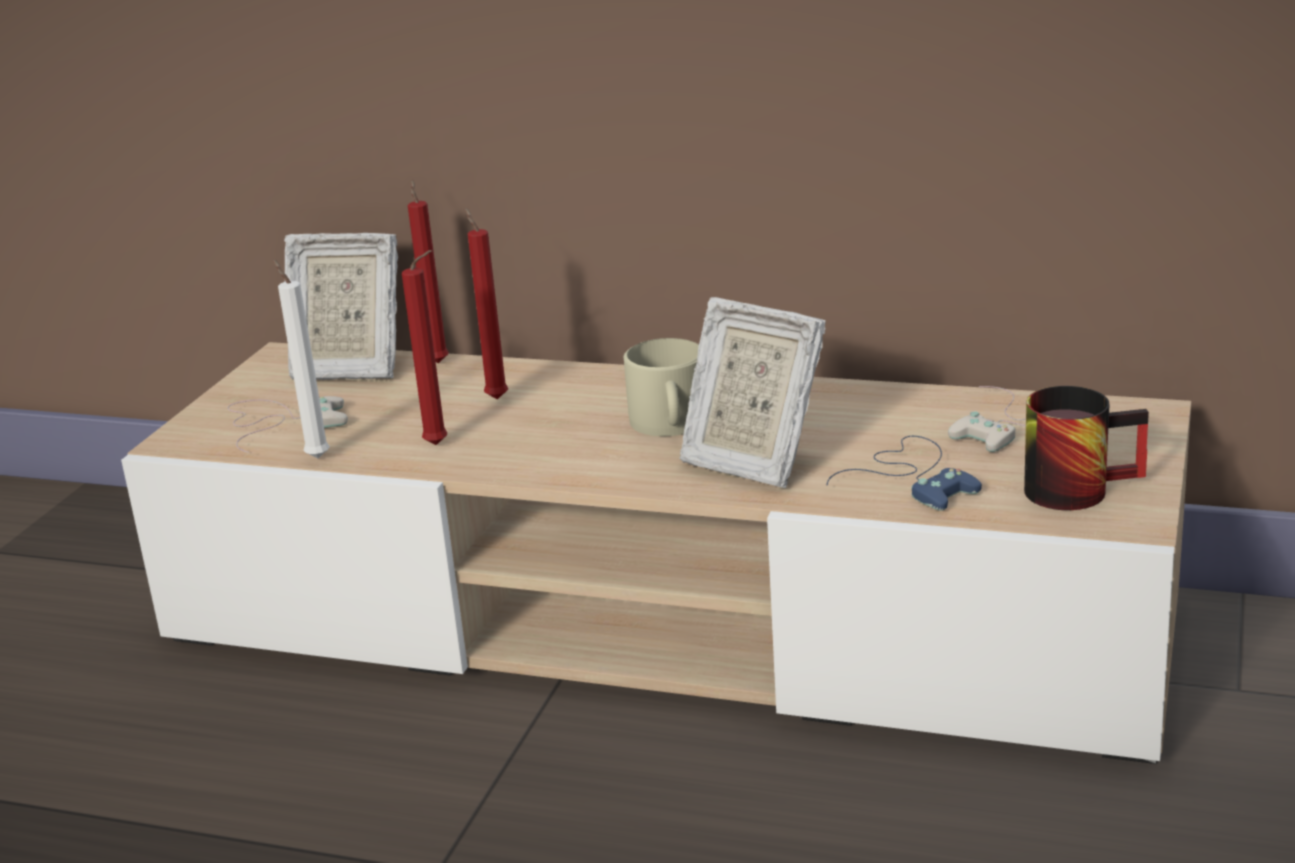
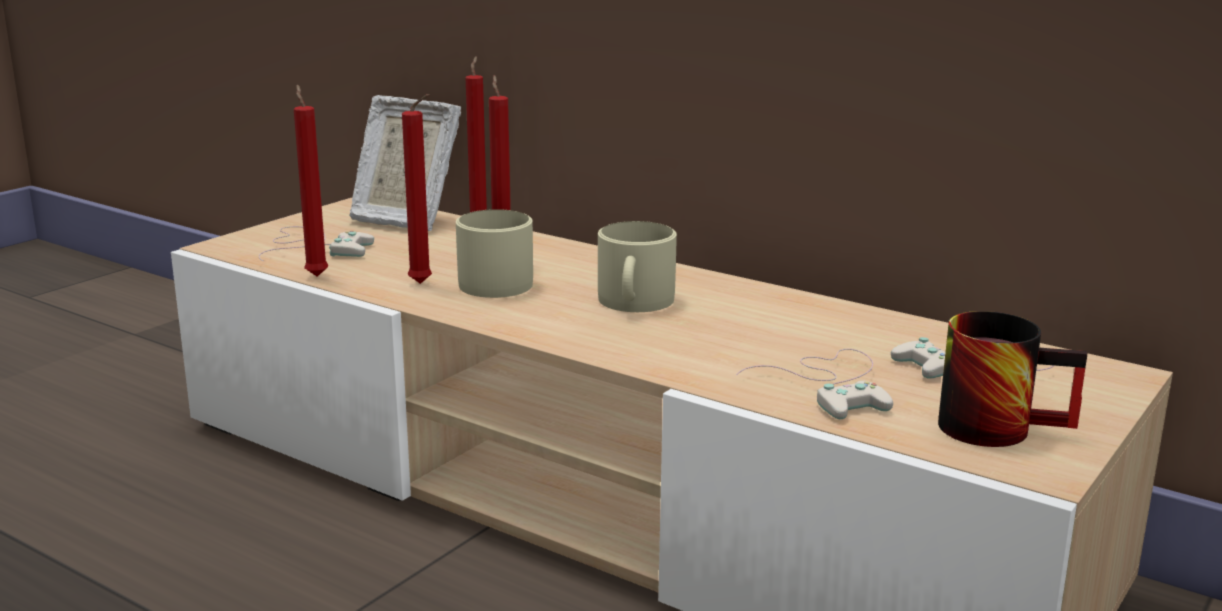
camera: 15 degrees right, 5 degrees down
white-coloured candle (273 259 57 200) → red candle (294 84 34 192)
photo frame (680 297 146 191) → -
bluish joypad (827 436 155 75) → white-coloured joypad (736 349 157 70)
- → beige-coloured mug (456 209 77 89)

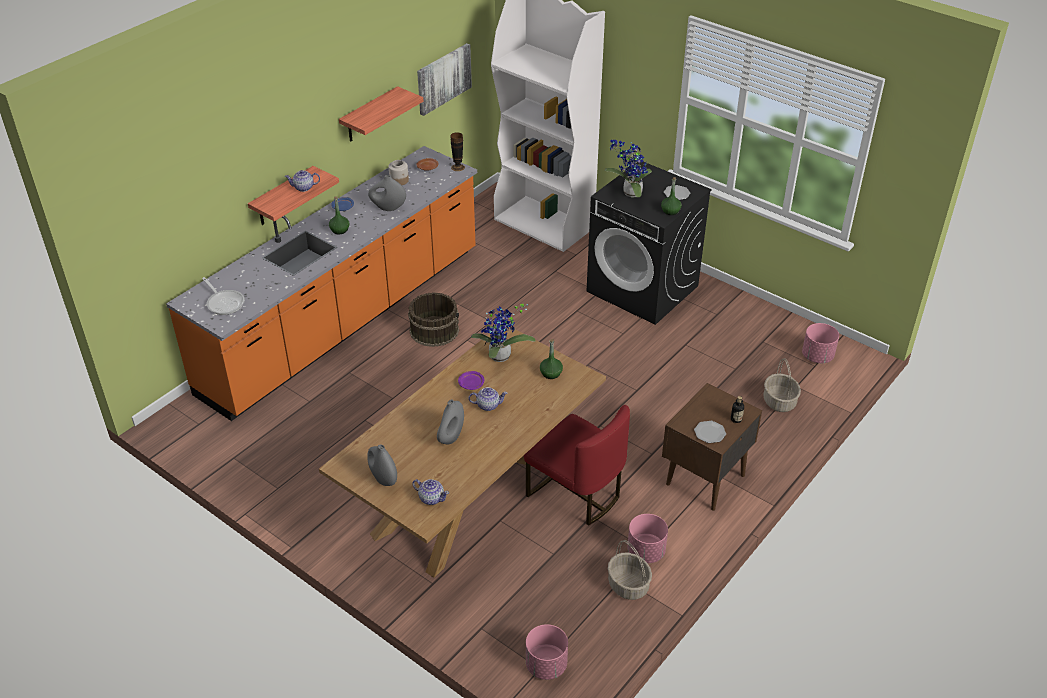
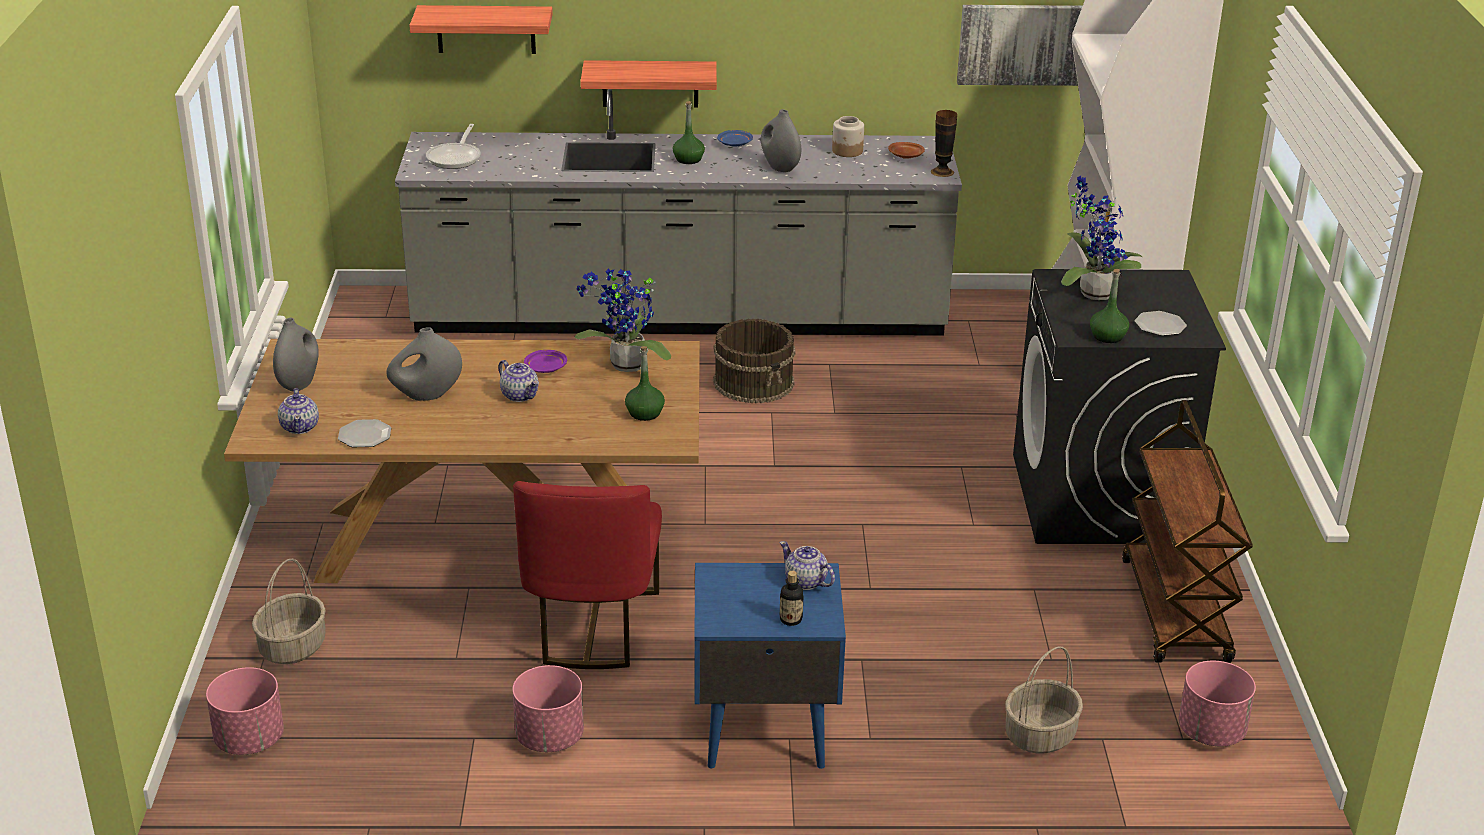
camera: 50 degrees right, 10 degrees down
orange-coloured kitchen base unit (166 146 311 275) → grey kitchen base unit (395 89 567 247)
teapot (285 170 35 22) → teapot (780 541 55 49), moved
wall shelf (339 86 84 56) → wall shelf (409 5 144 49), moved
storage basket (608 540 44 60) → storage basket (252 558 74 106), moved
brownish bedside table (662 383 100 128) → bluish bedside table (694 563 152 206)
plate (694 421 32 22) → plate (338 419 53 28), moved
- → brownish wheeled cart (1122 400 131 263)

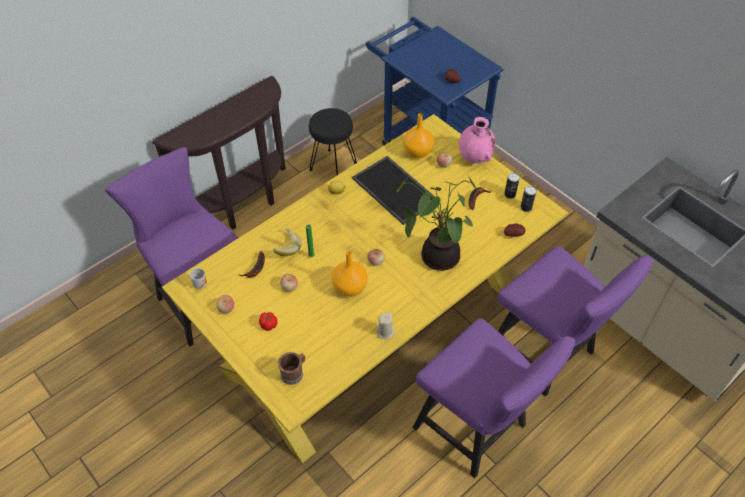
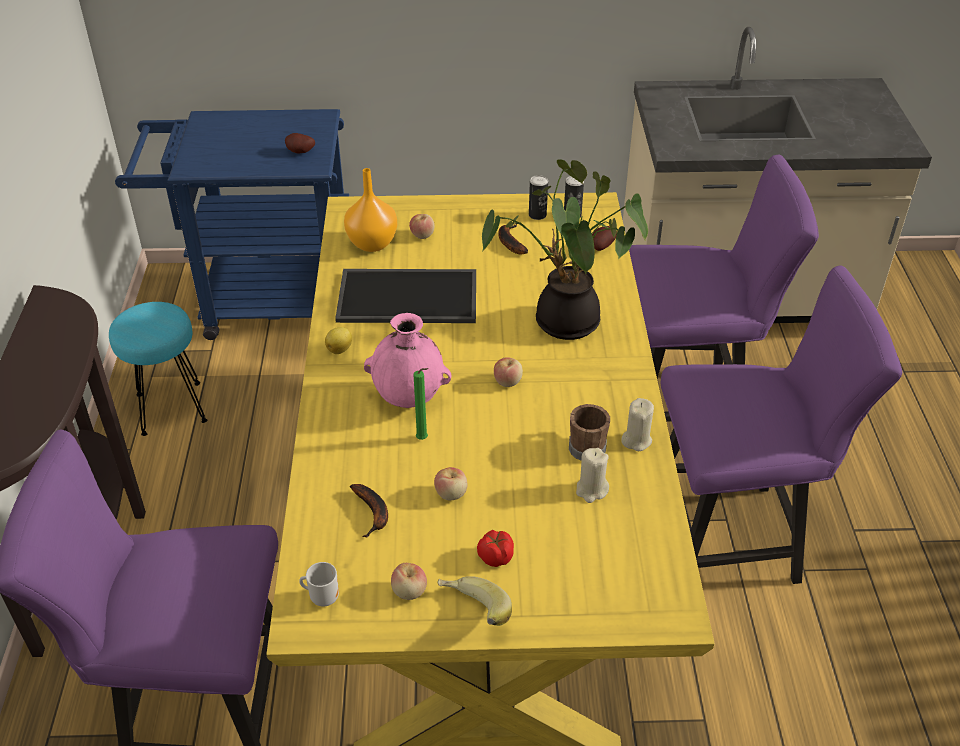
camera: 50 degrees left, 10 degrees down
banana (273 228 28 28) → banana (437 576 75 50), moved
brownish mug (278 352 27 33) → brownish mug (569 404 41 56), moved
black sitting stool (309 108 48 67) → blue-green sitting stool (109 302 98 134)
orange-coloured flower vase (332 251 36 46) → -
pinkish flower vase (459 117 37 47) → pinkish flower vase (364 313 88 95), moved
- → beige-coloured candle (576 448 33 55)

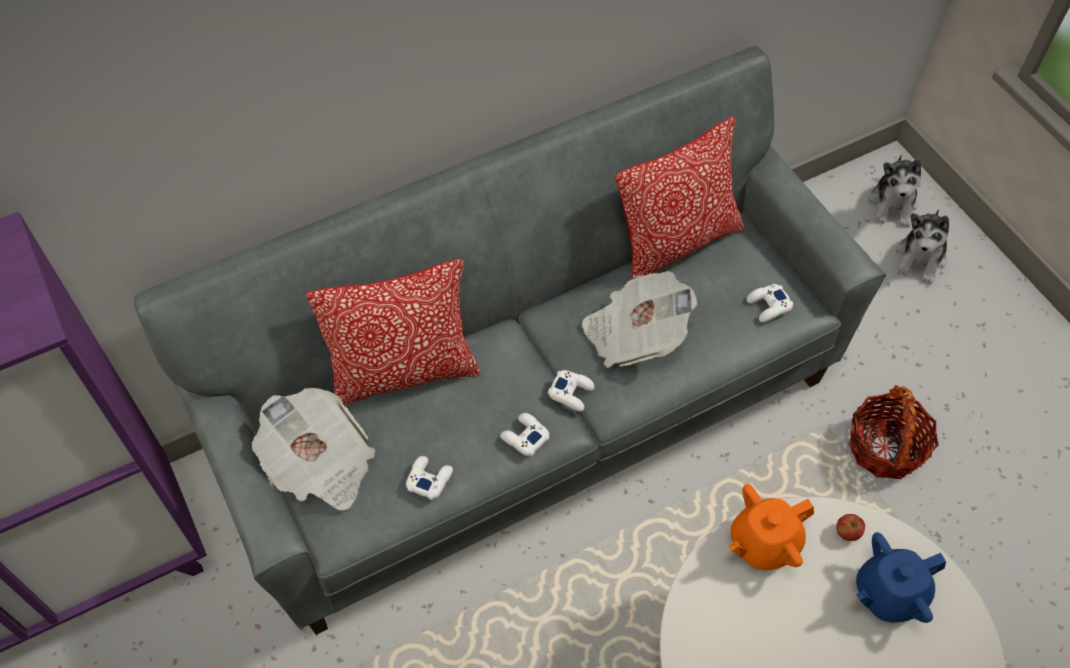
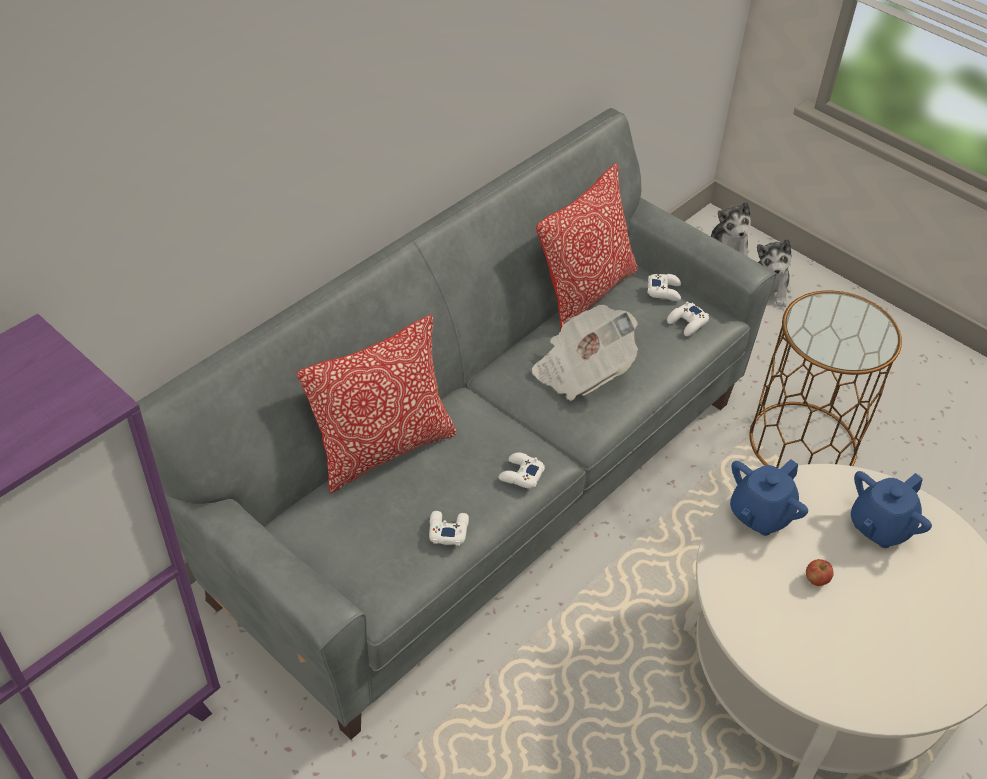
camera: 20 degrees left, 10 degrees down
daily paper (252 388 124 123) → -
white-coloured joypad (548 370 47 41) → white-coloured joypad (648 274 33 27), moved
orange-coloured teapot (728 484 86 86) → bluish teapot (730 459 78 77)
apple (836 514 29 27) → apple (806 559 28 27), moved
storage basket (849 385 90 94) → brownish side table (750 291 152 177)

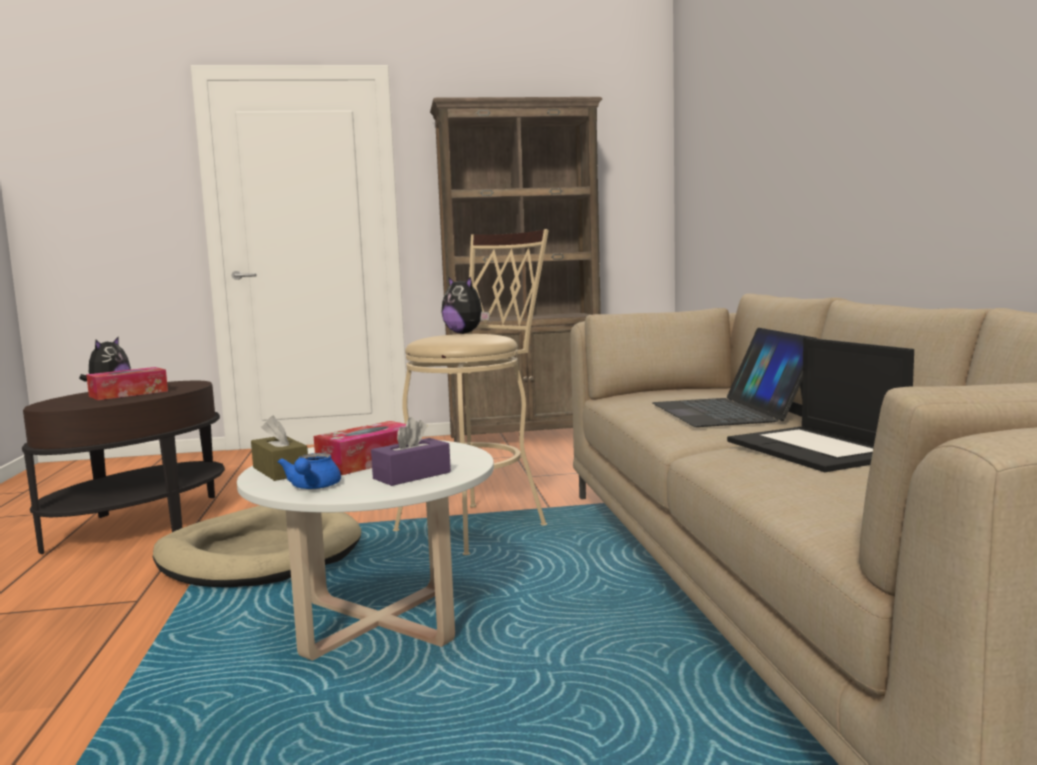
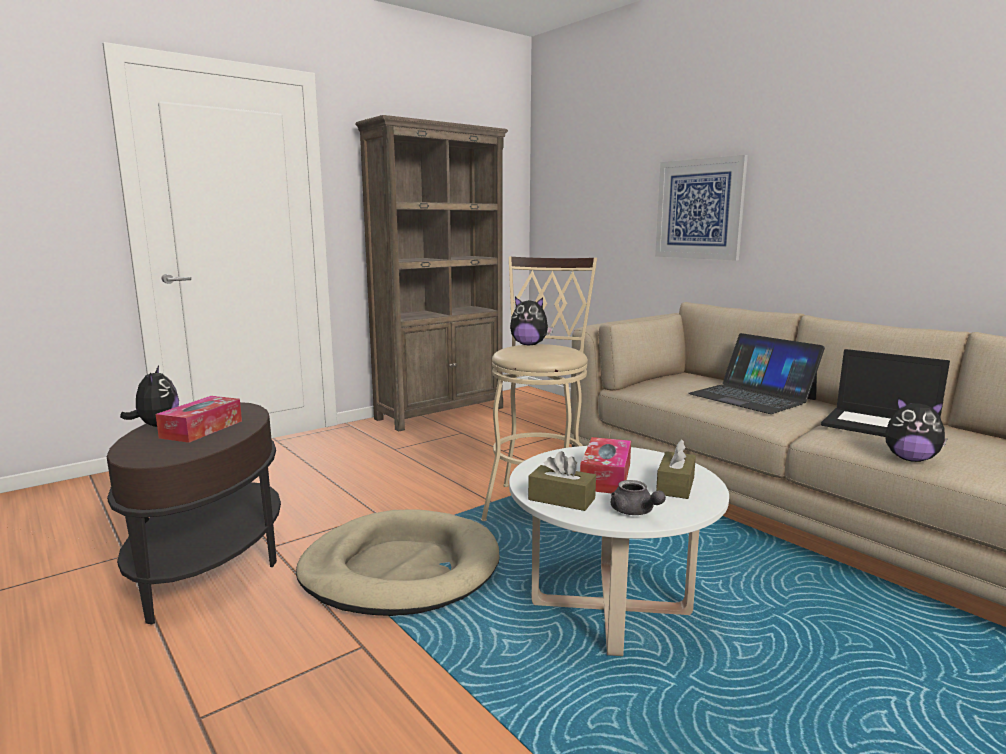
camera: 30 degrees left, 5 degrees up
bluish teapot (278 453 63 36) → grey teapot (611 480 55 35)
purple-coloured tissue holder (371 417 80 69) → brownish tissue holder (656 439 40 60)
- → wall picture (655 155 93 106)
- → cuddly toy (885 397 63 65)

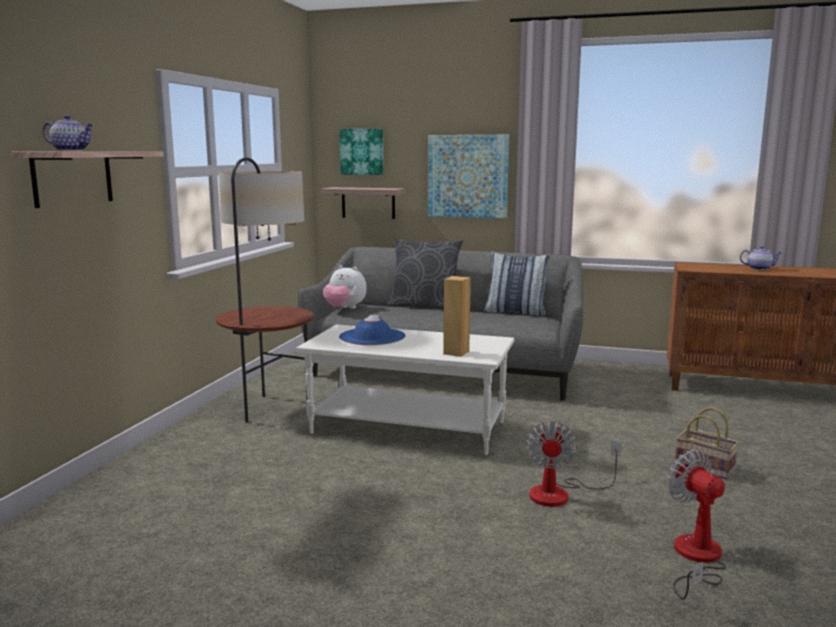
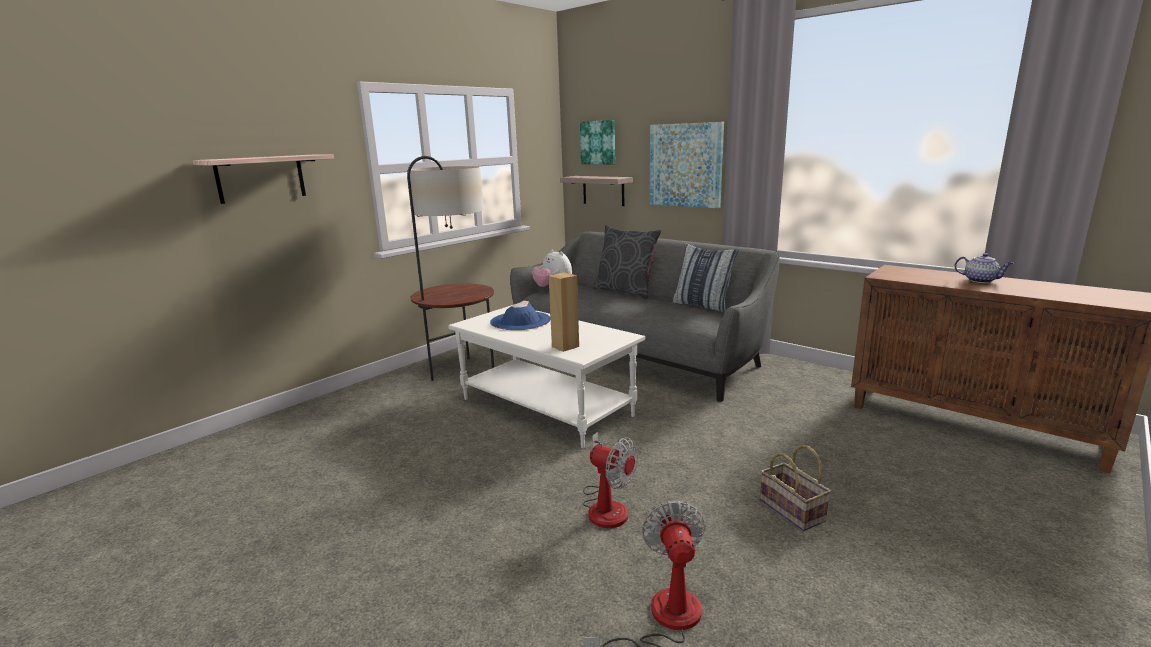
camera: 25 degrees right, 5 degrees up
teapot (43 115 51 36) → -
cooling fan (526 421 96 86) → cooling fan (583 432 55 96), 90 degrees counterclockwise

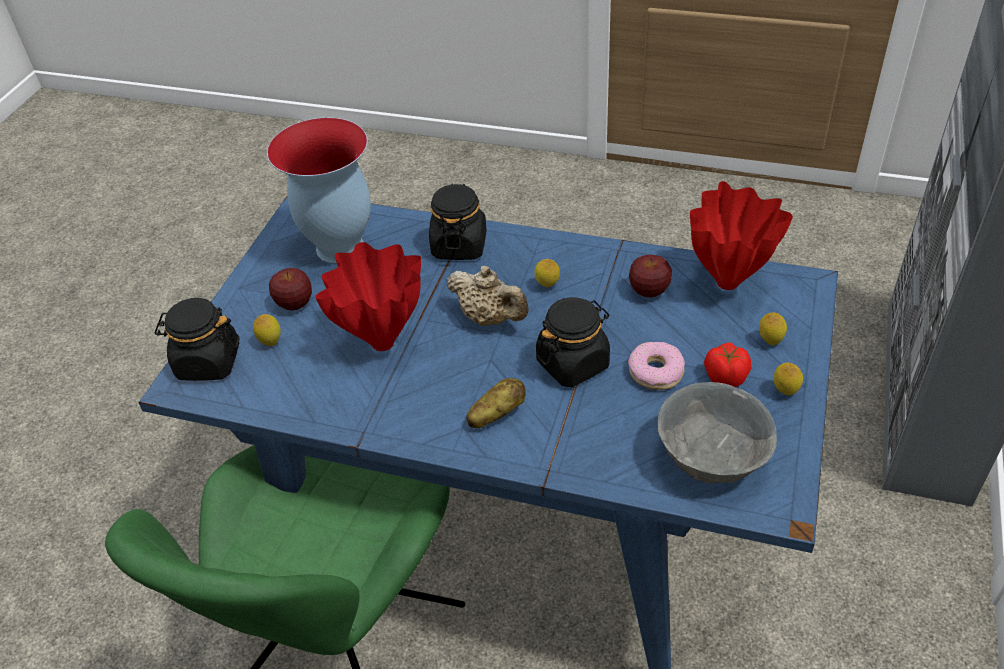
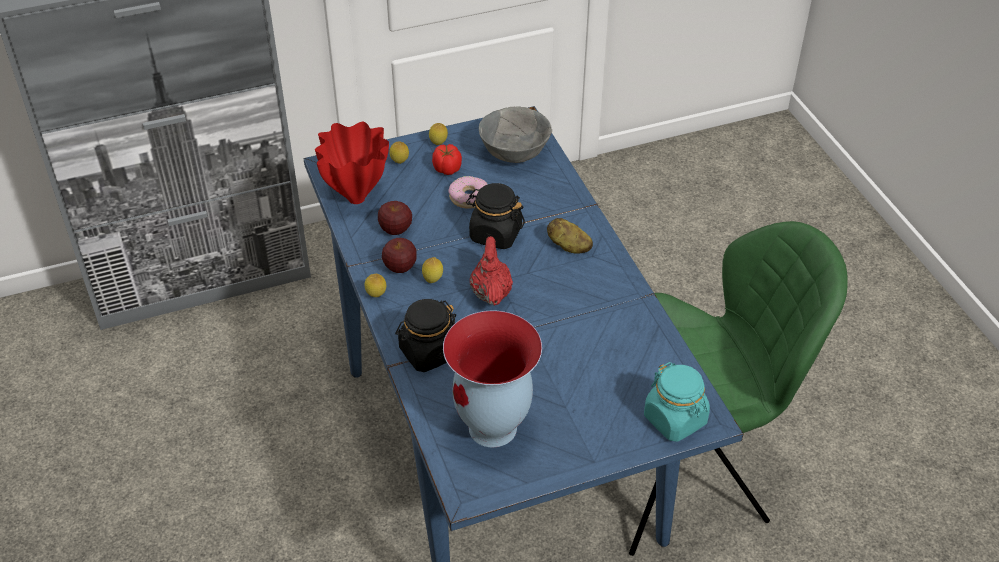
camera: 130 degrees left, 0 degrees up
black storage jar (154 298 86 83) → blue-green storage jar (644 362 66 80)
whole lemon (253 314 28 32) → whole lemon (365 274 21 23), moved
apple (269 268 43 42) → apple (382 238 35 35), moved
red flower vase (315 242 106 109) → -
beige-coloured teapot (447 266 82 60) → red teapot (470 236 43 70)

